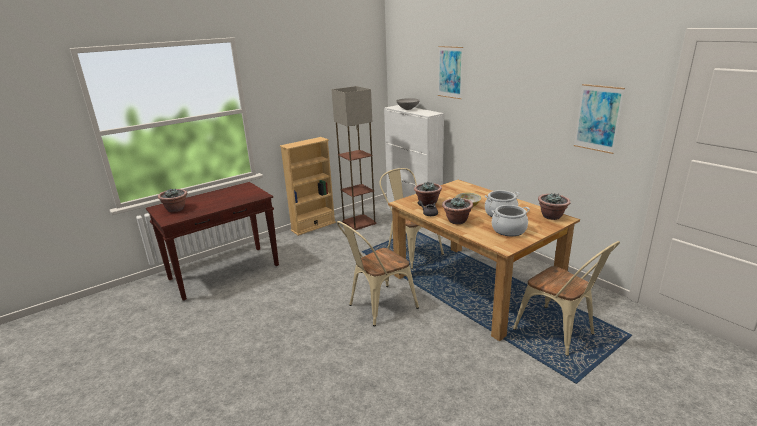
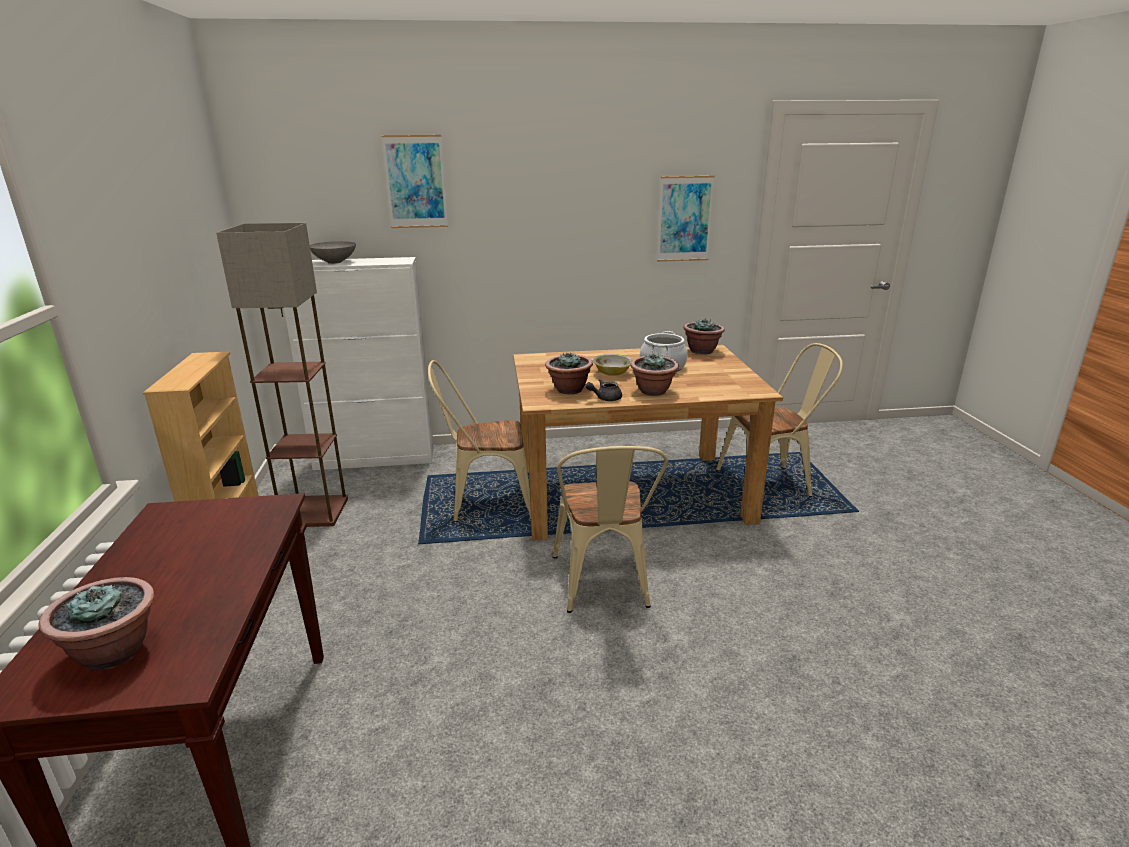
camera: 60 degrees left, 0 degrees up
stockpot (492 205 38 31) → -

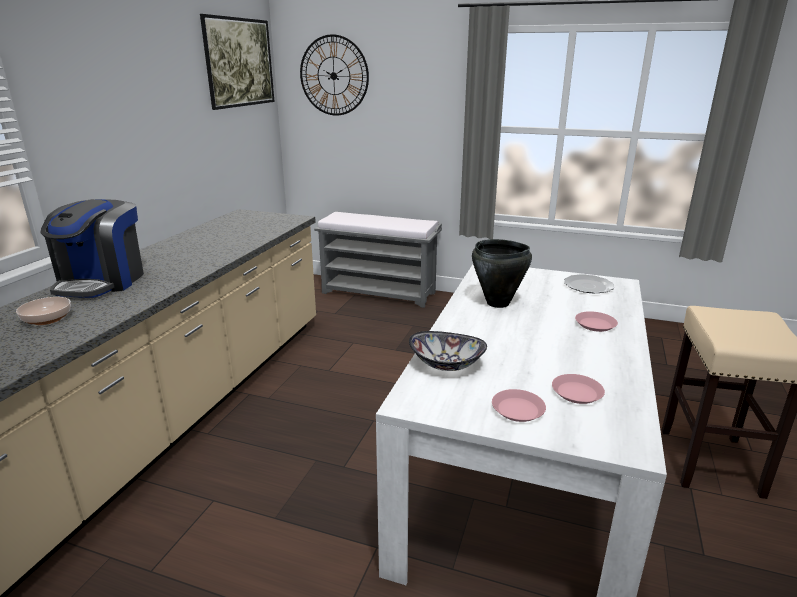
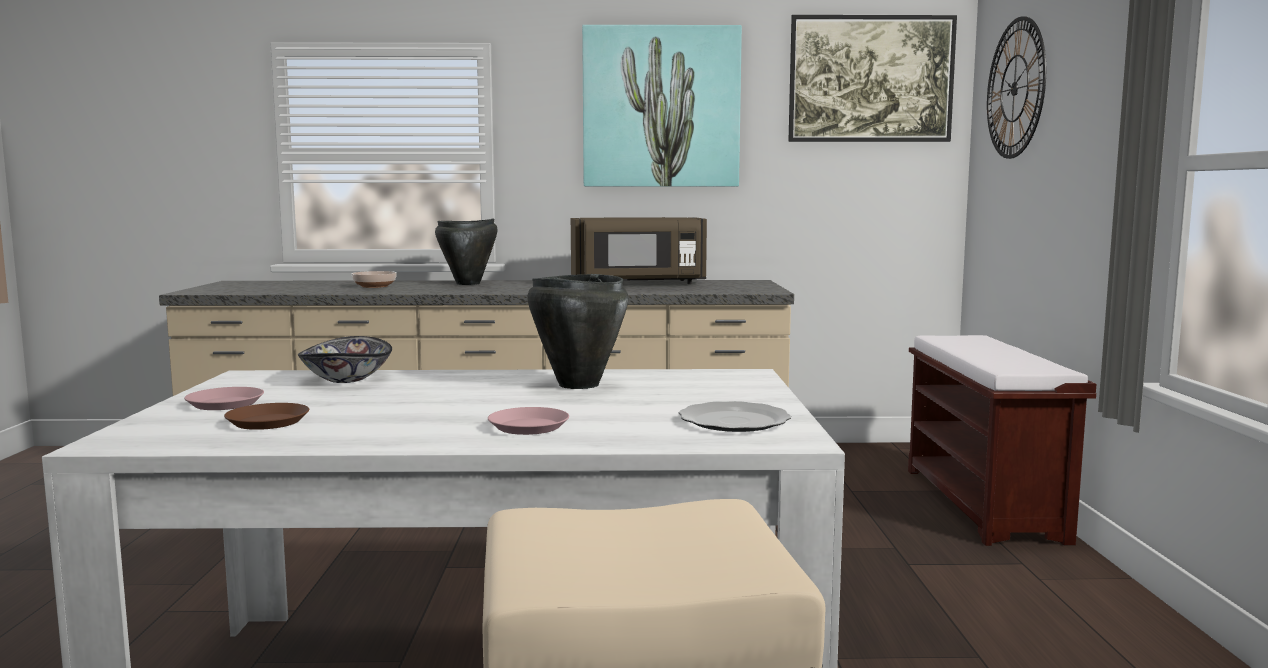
camera: 70 degrees right, 15 degrees down
coffee maker (40 199 104 99) → black stockpot (435 218 63 67)
grey bench (314 212 128 96) → brownish bench (908 335 188 211)
pinkish plate (552 374 53 30) → brownish plate (224 403 85 27)
- → brownish microwave oven (571 217 136 67)
- → wall picture (582 25 160 162)

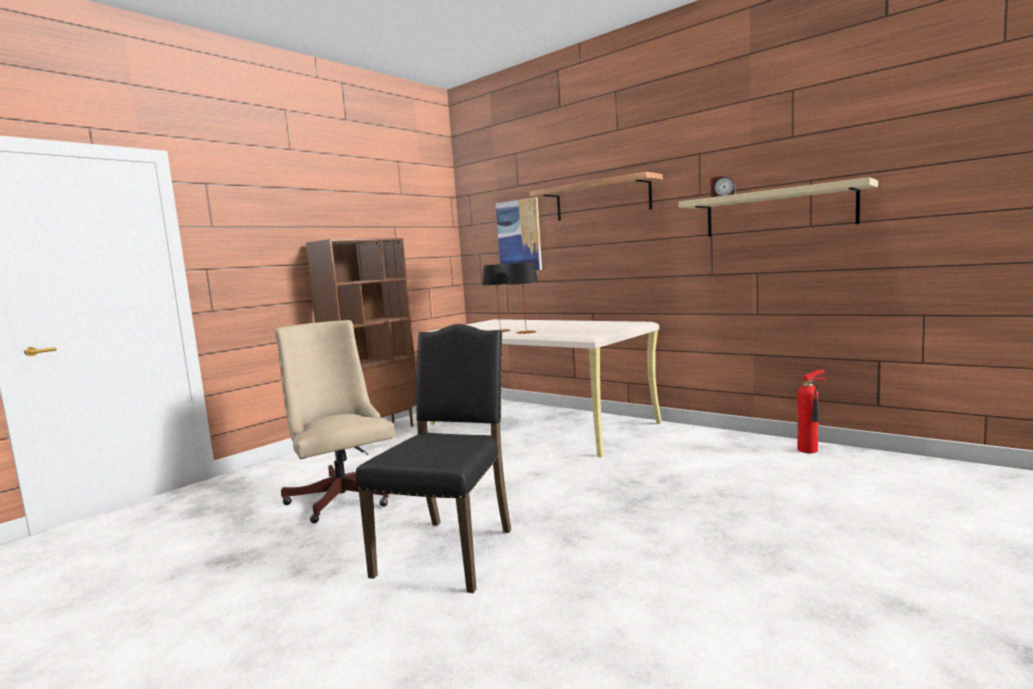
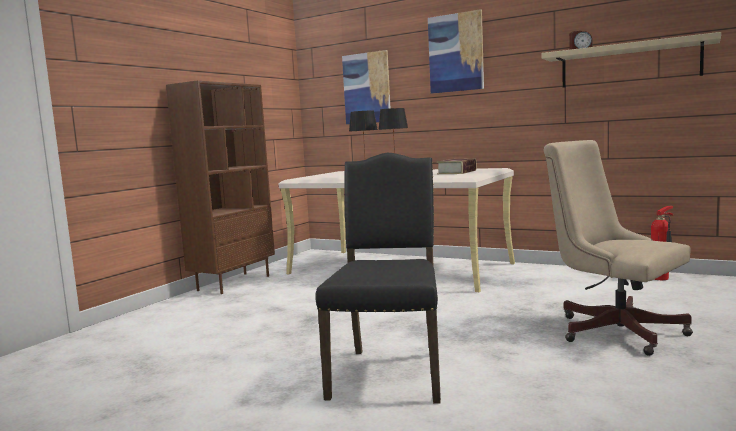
camera: 10 degrees left, 0 degrees up
beige-coloured computer chair (274 320 120 203) → beige-coloured computer chair (544 140 149 216), moved
wall shelf (530 172 133 49) → wall picture (428 9 56 84)
- → book (436 158 41 16)

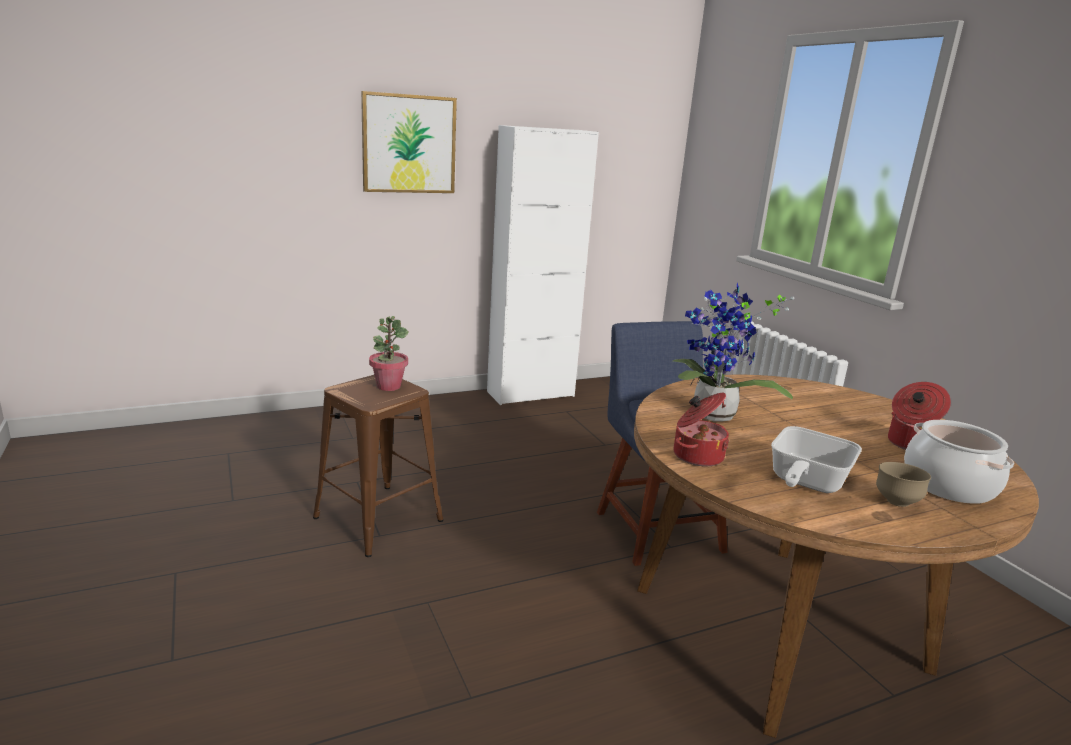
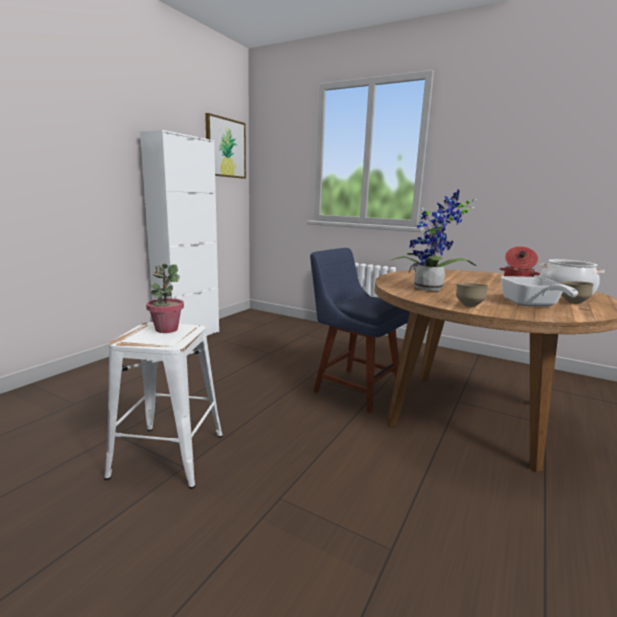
camera: 35 degrees left, 5 degrees down
brownish sitting stool (313 375 130 182) → white-coloured sitting stool (104 322 119 167)
wall picture (361 91 96 102) → wall picture (205 113 41 66), moved
stockpot (673 393 56 74) → brownish deep dish (456 283 32 24)

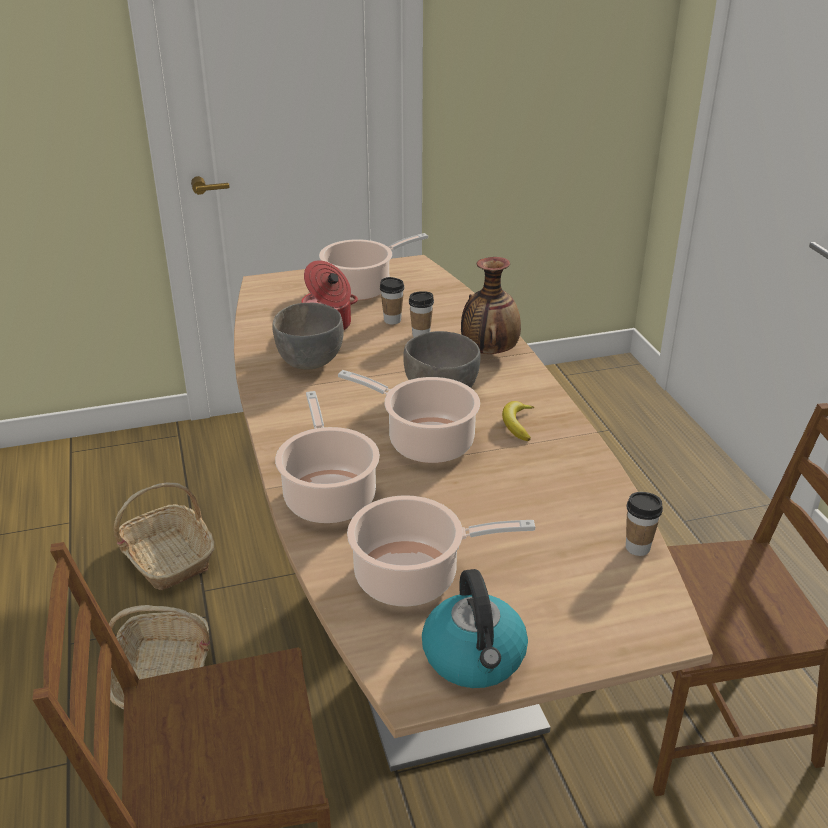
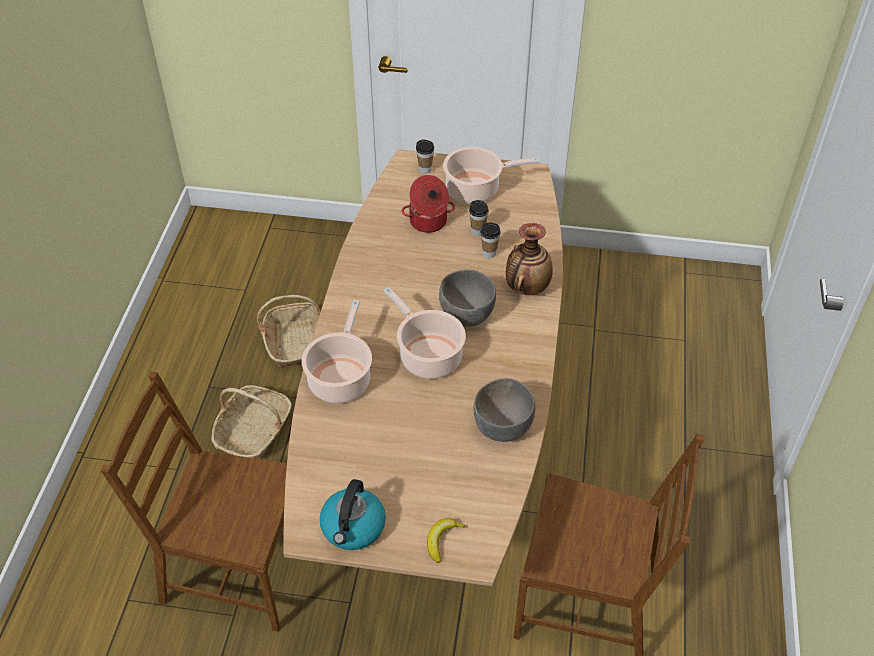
camera: 25 degrees right, 15 degrees up
grey deep dish (272 303 72 67) → grey deep dish (473 378 62 64), moved
stockpot (347 495 188 111) → -
banana (502 401 32 40) → banana (427 518 40 45), moved
small cup (626 492 37 64) → small cup (416 140 18 34), moved

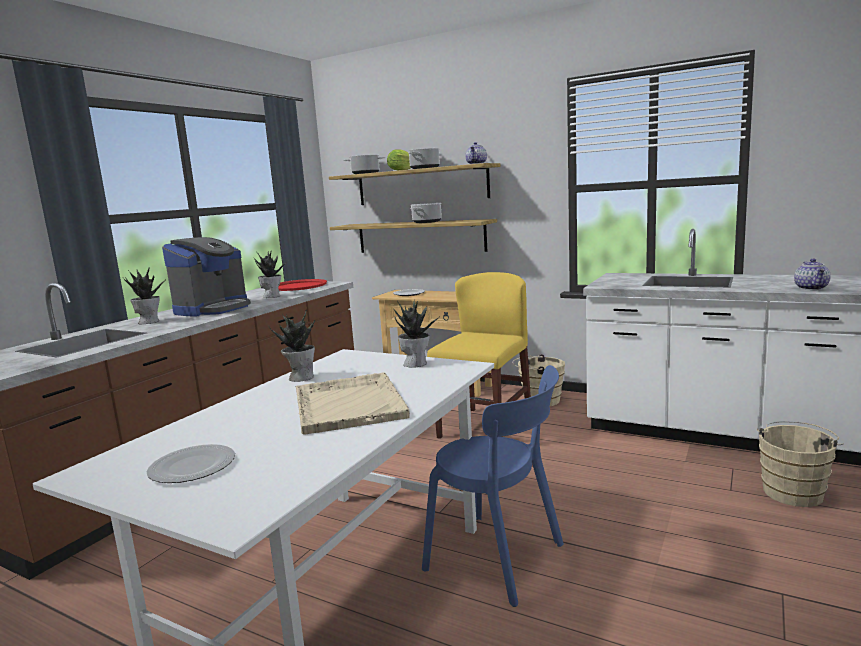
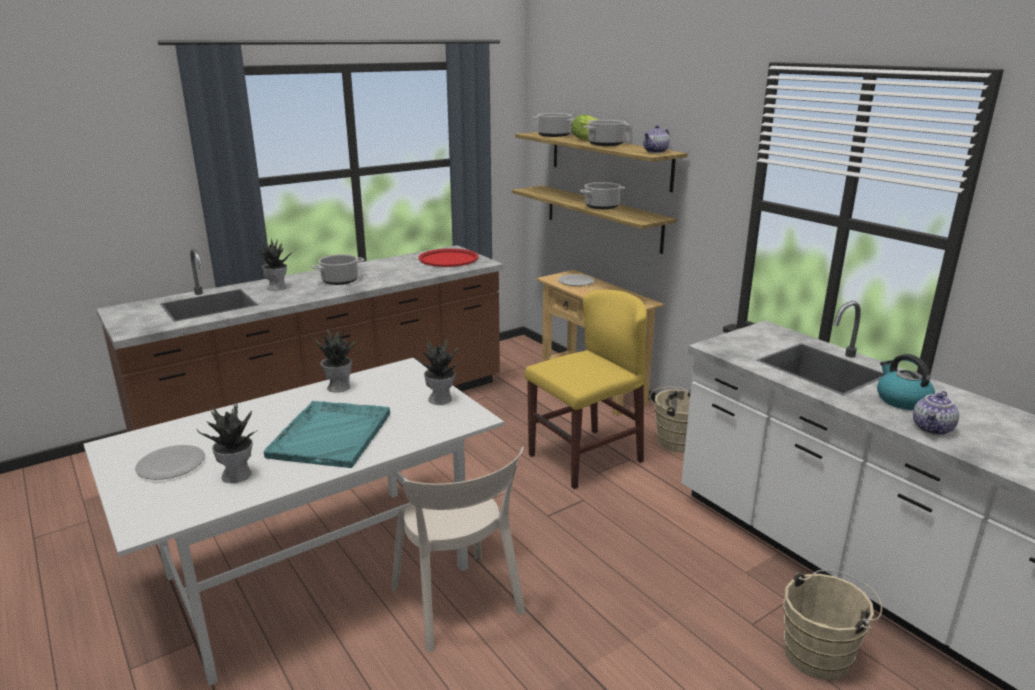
camera: 25 degrees right, 10 degrees up
coffee maker (162 237 89 80) → stockpot (312 254 52 31)
plant in a pot (254 250 34 48) → plant in a pot (196 400 62 83), moved
beige-coloured tray (296 372 114 63) → blue-green tray (264 401 126 67)
bluish upright chair (422 365 142 242) → beige-coloured upright chair (391 447 134 205)
- → tea kettle (877 354 58 56)

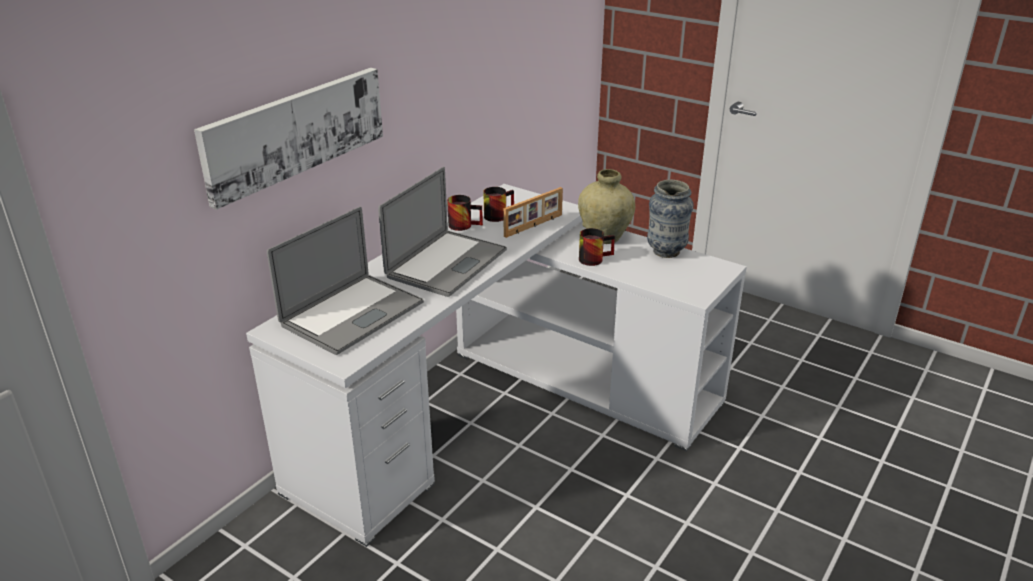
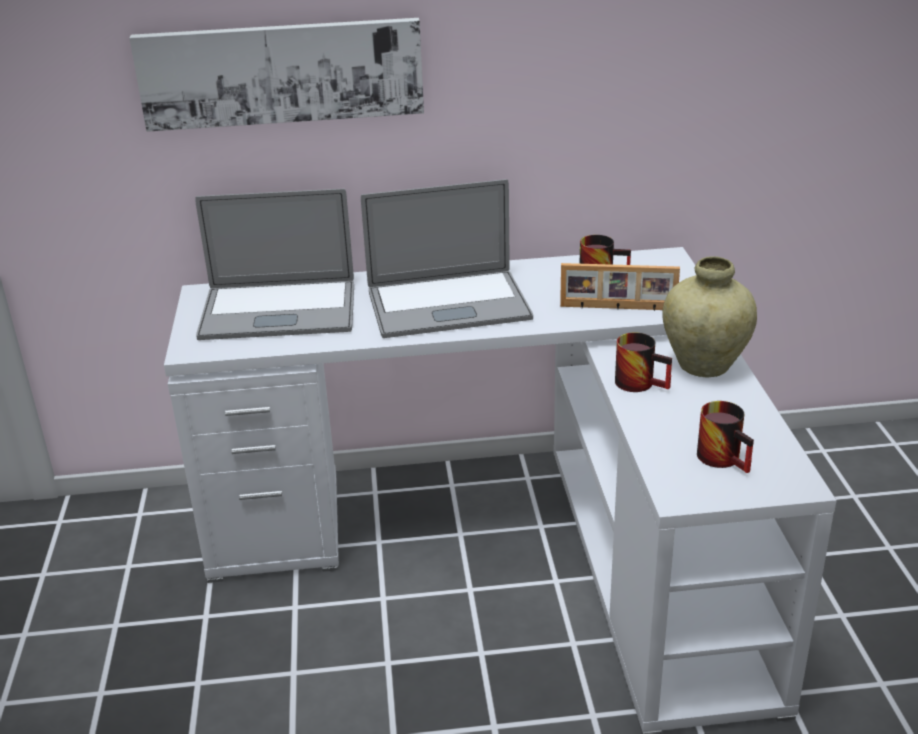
camera: 50 degrees right, 0 degrees up
mug (447 195 36 36) → mug (697 401 57 72), moved
flower vase (647 179 47 79) → -

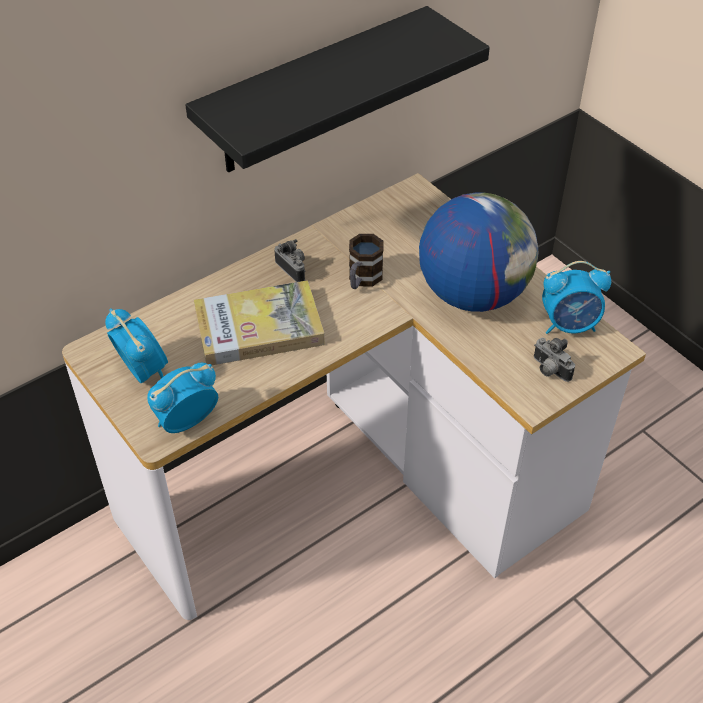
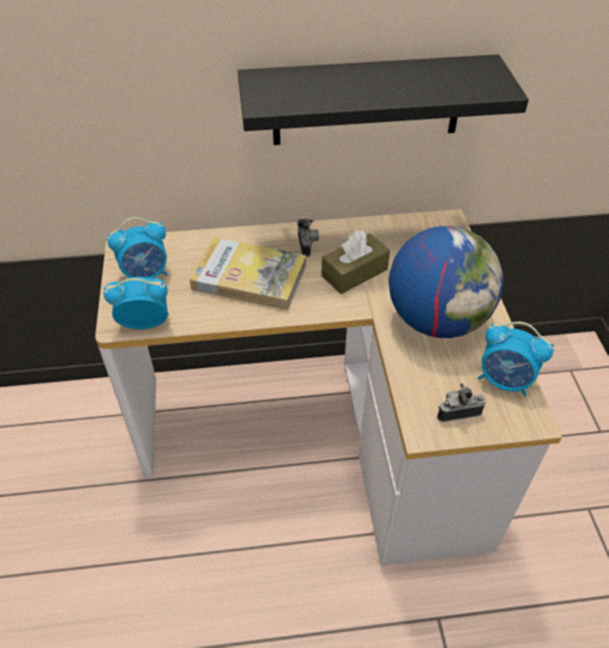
camera: 30 degrees right, 0 degrees up
alarm clock (105 308 63 75) → alarm clock (107 217 61 62), 75 degrees clockwise
mug (349 234 34 55) → brownish tissue holder (321 231 69 63)
still camera (534 338 41 44) → still camera (437 383 49 39), 90 degrees clockwise

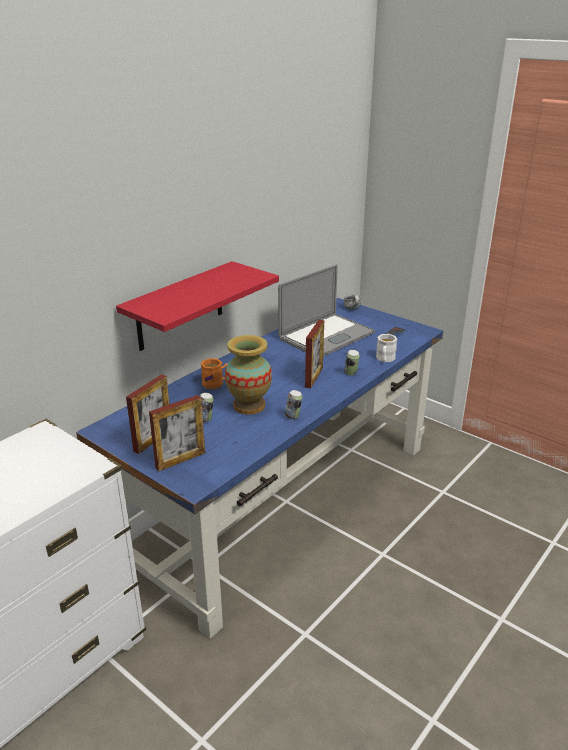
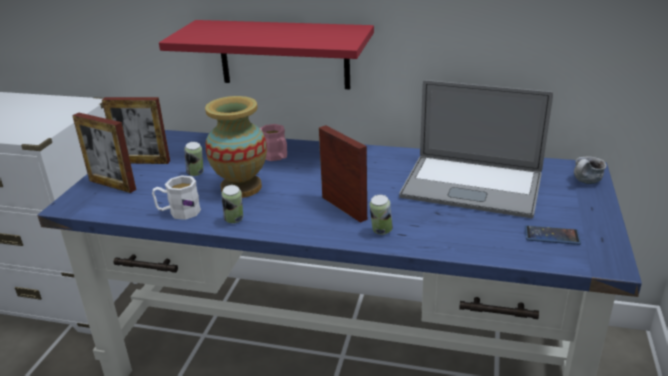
camera: 65 degrees right, 0 degrees up
orange-coloured mug (201 358 27 31) → pinkish mug (260 124 27 37)
photo frame (305 320 19 68) → photo frame (319 125 48 98), 120 degrees counterclockwise
white-coloured mug (376 334 21 28) → white-coloured mug (152 175 49 45), moved

